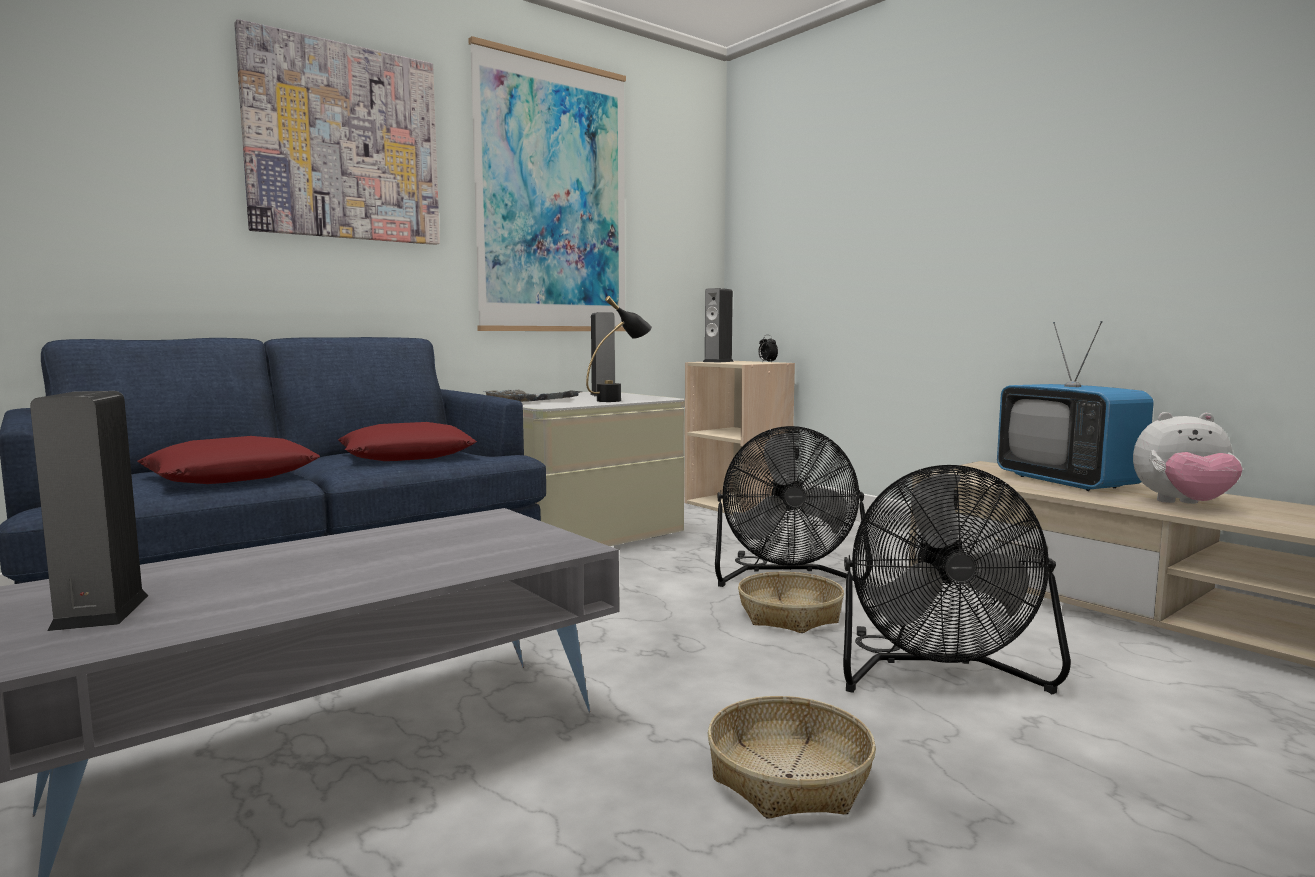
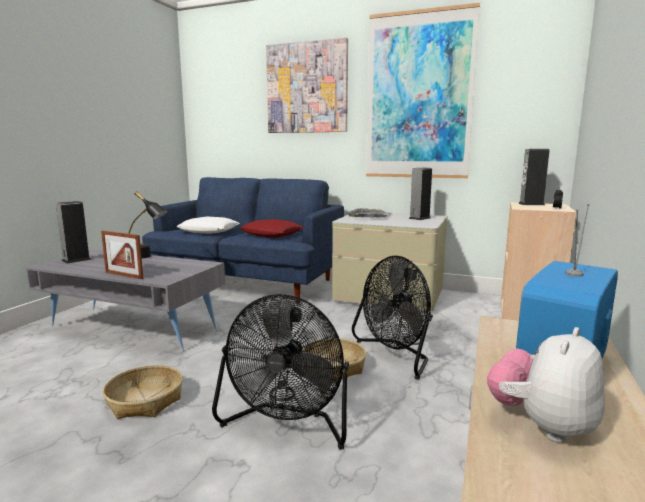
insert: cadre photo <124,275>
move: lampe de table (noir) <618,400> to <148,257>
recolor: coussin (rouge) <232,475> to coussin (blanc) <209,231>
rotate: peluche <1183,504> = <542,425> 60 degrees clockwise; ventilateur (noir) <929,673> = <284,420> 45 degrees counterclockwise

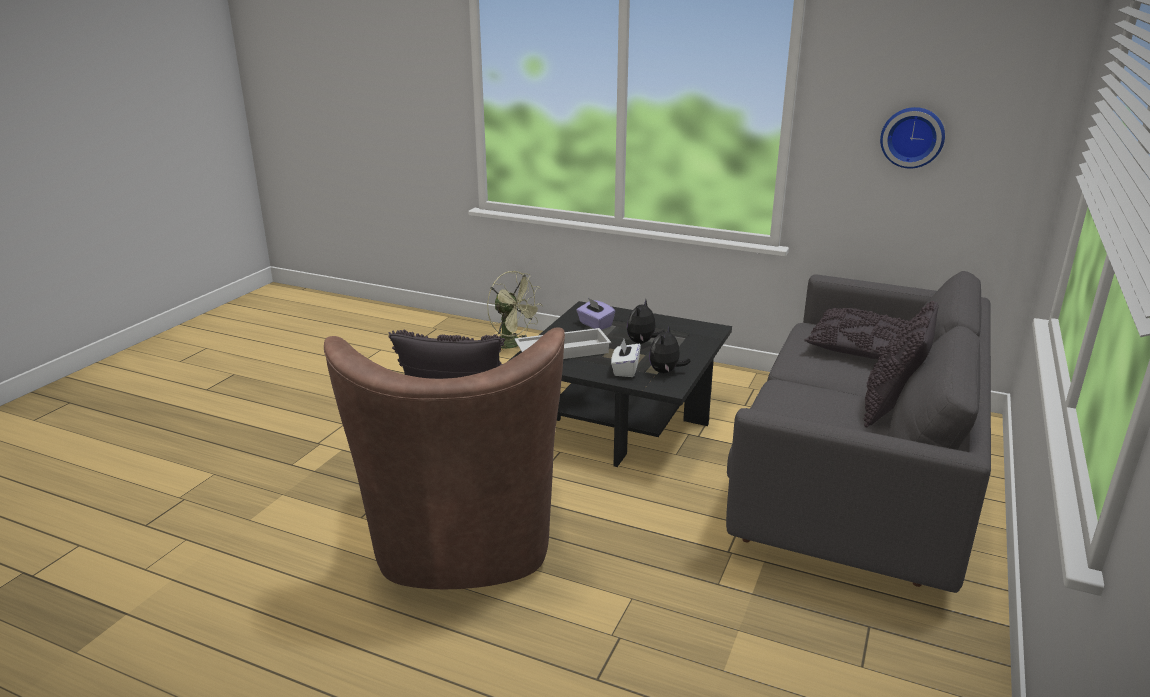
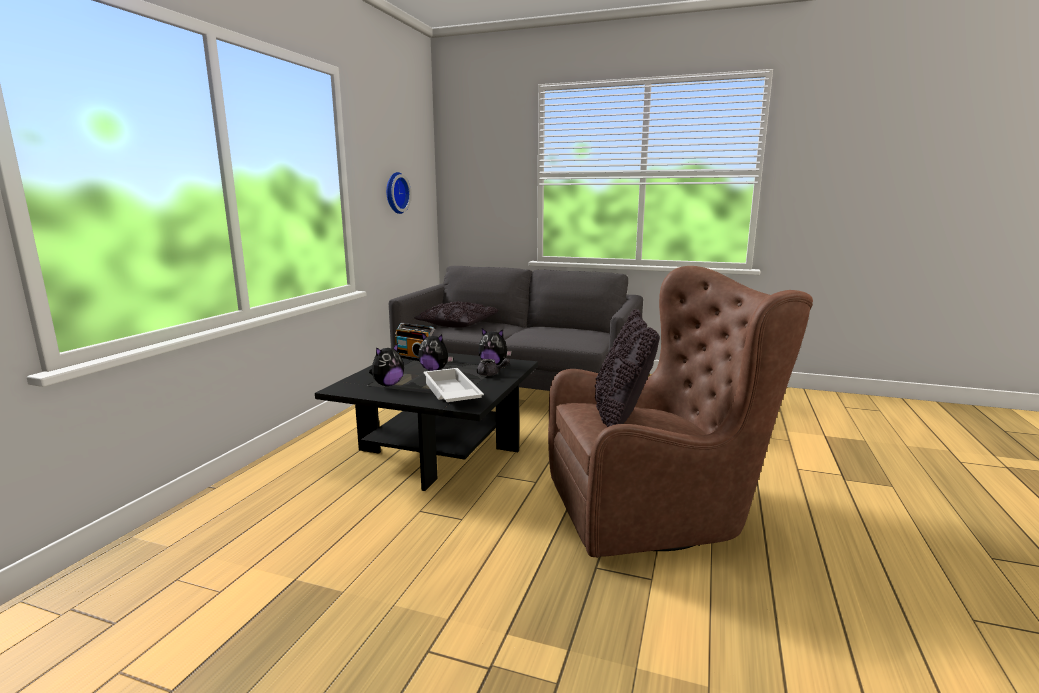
delete: ventilateur (vert) <513,344>; coussin (noir) <891,408>
insert: radio <414,357>
replace: boîte à mouchoirs (violet) <595,325> to peluche <388,384>; boîte à mouchoirs (blanc) <625,370> to théière (gris) <491,374>

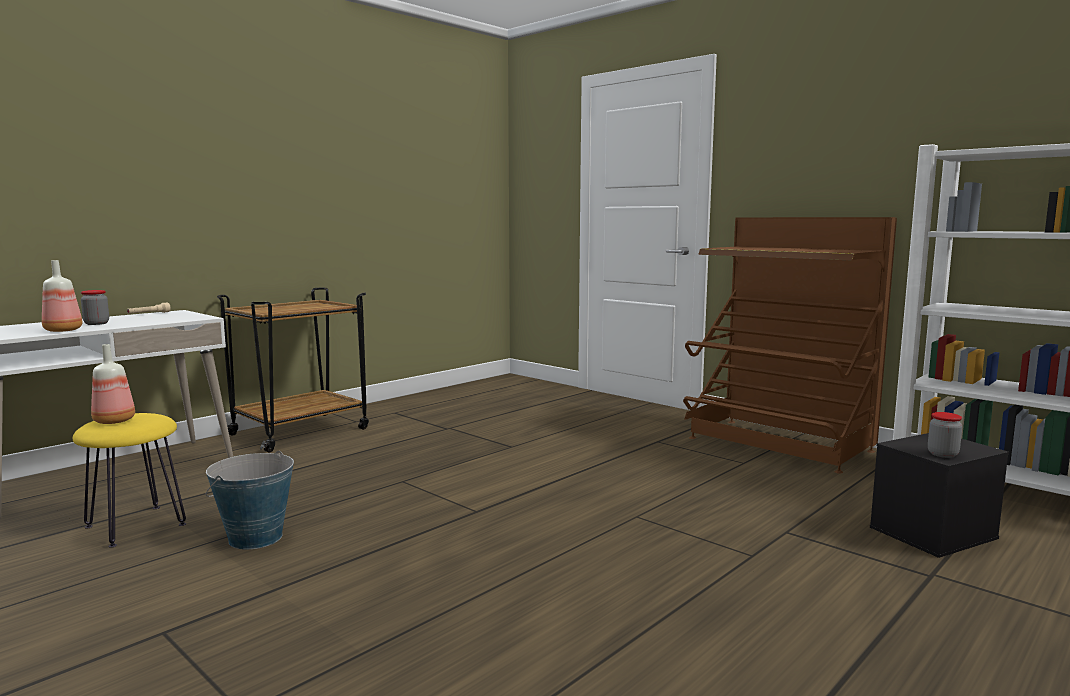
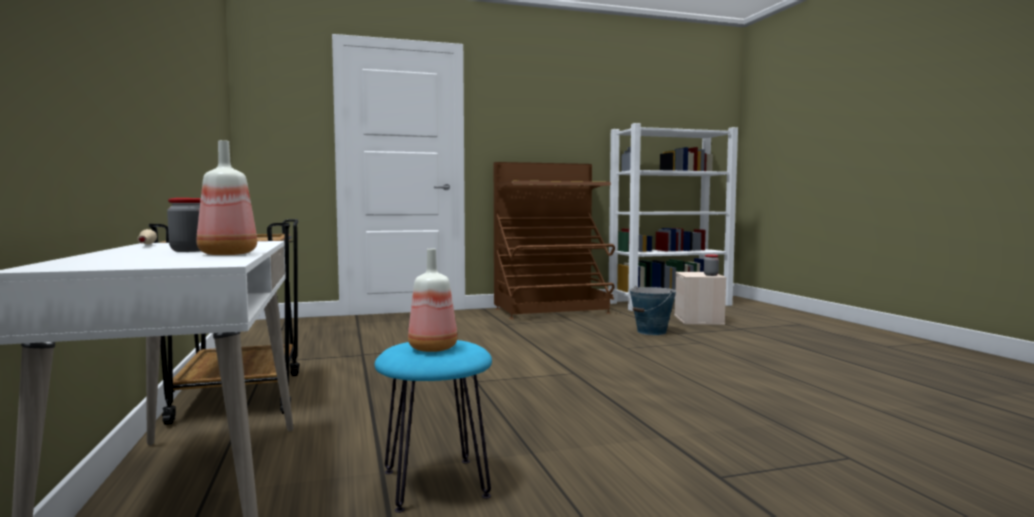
move: seau <255,538> to <652,332>
recolor: tabouret (jaune) <135,526> to tabouret (turquoise) <435,484>; boîte de rangement (noir) <933,533> to boîte de rangement (beige) <699,320>

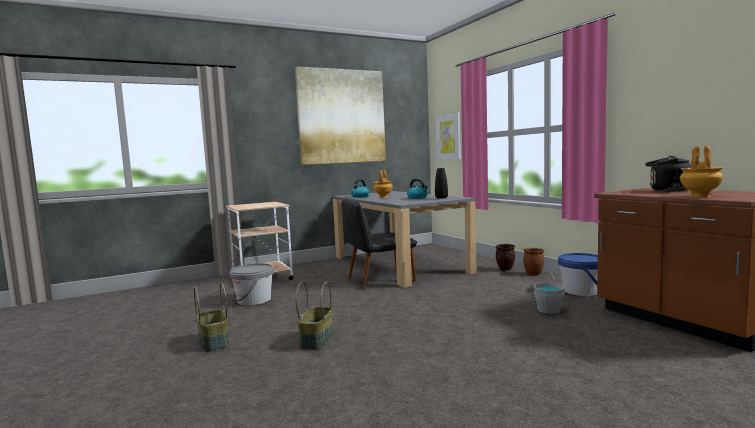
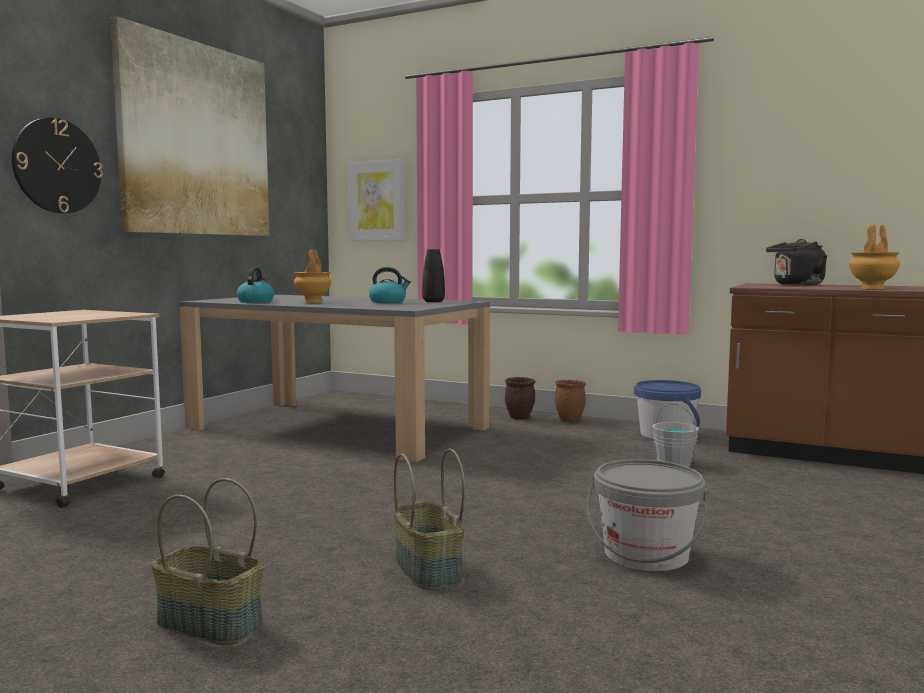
delete: chaise (noir) <381,279>
insert: horloge murale <57,166>
move: seau (gris) <254,300> to <646,555>

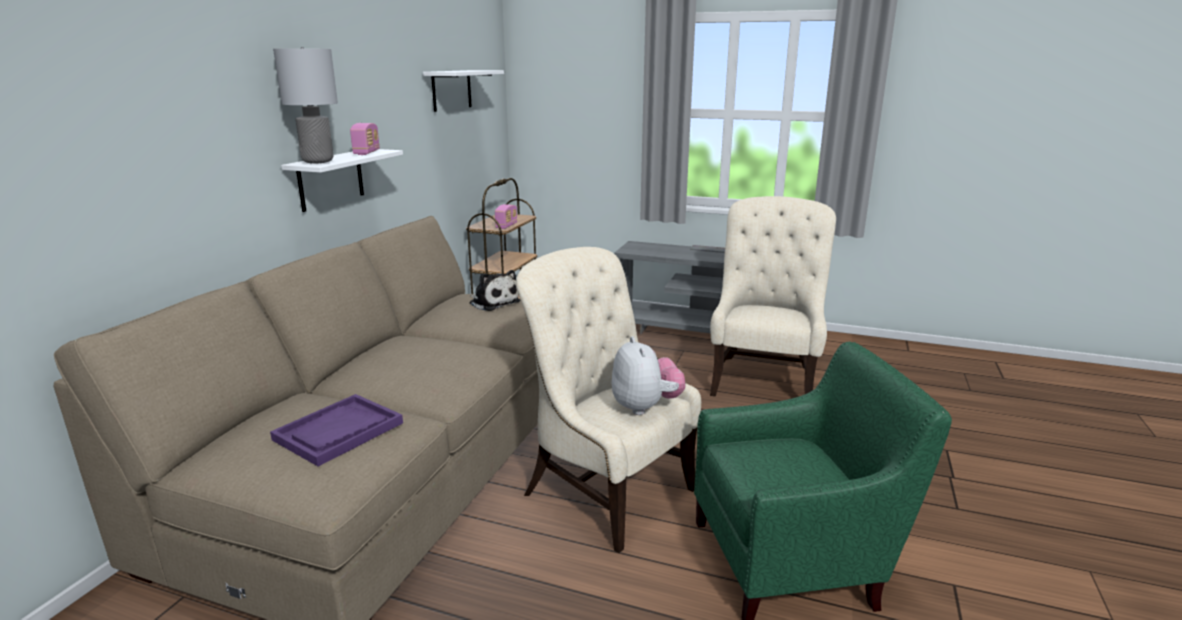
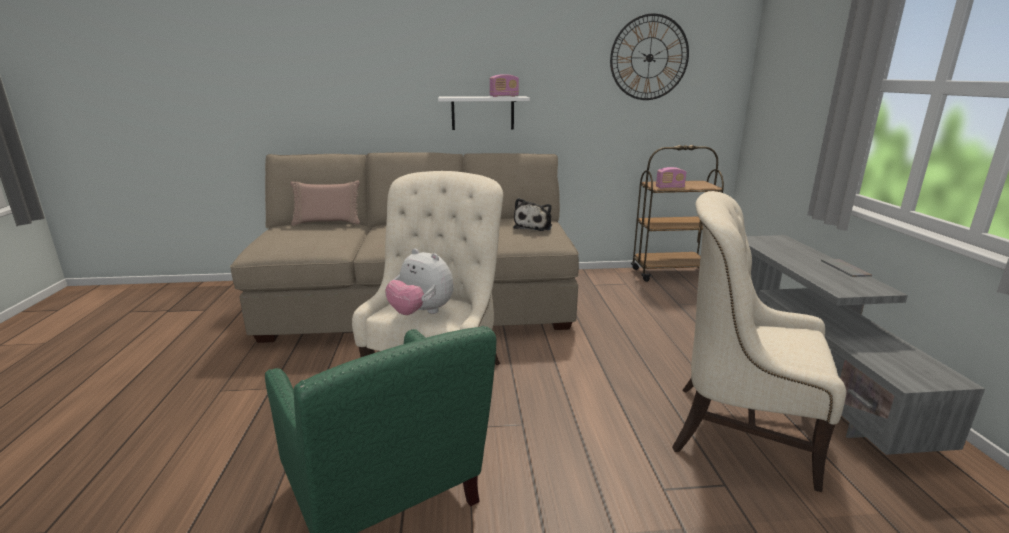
delete: lampe de table (gris) <318,162>; plateau (violet) <338,431>
insert: coussin (beige) <327,223>
replace: étagère (blanc) <451,90> to horloge murale <649,58>
rotate: fauteuil (beige) <763,380> = <739,431> 150 degrees counterclockwise; peluche <645,407> = <421,313> 75 degrees clockwise

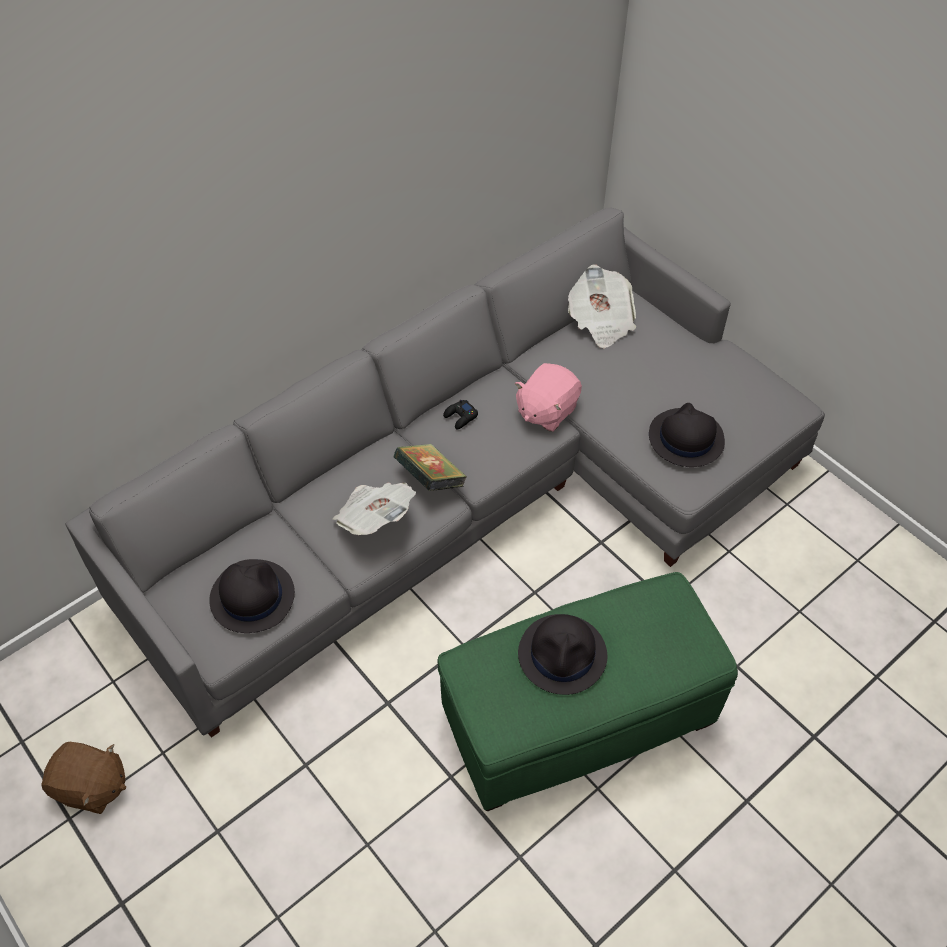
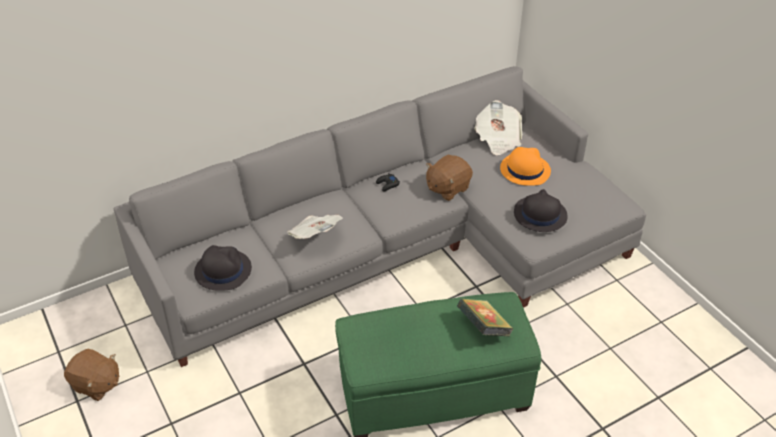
delete: chapeau (noir) <563,654>
insert: chapeau (orange) <524,170>
move: livre <430,480> to <483,328>
recolor: peluche (rose) <546,411> to peluche (marron) <447,188>

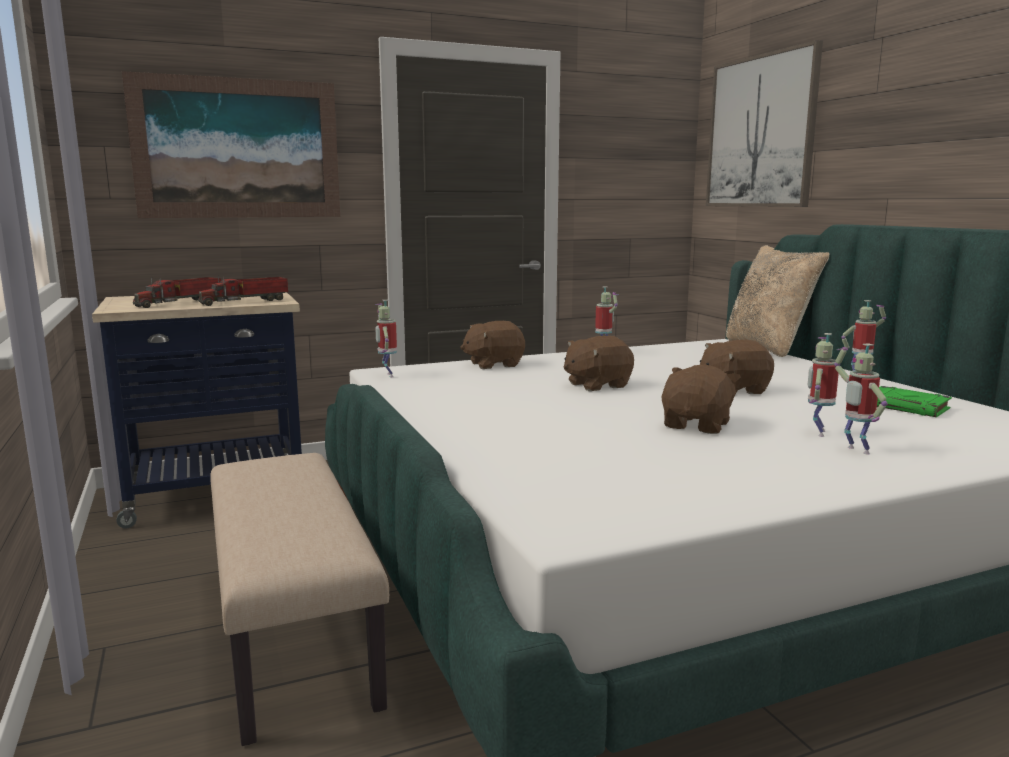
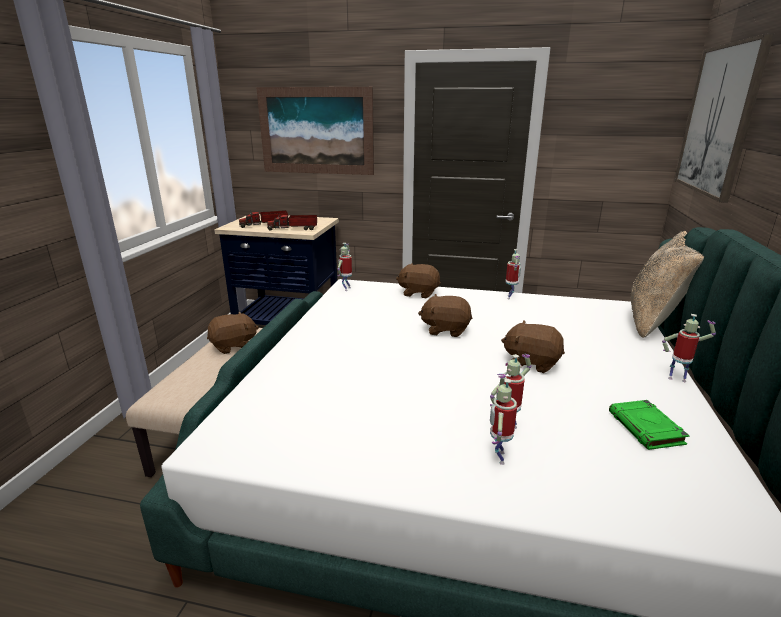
move: peluche (marron) <697,425> to <234,346>

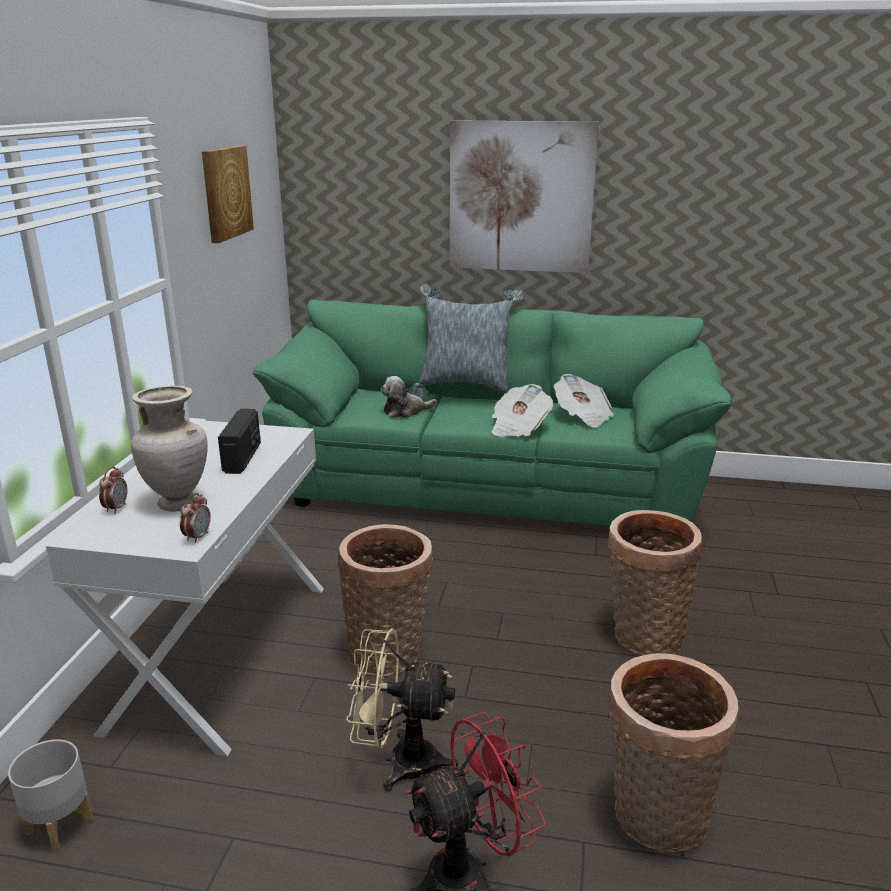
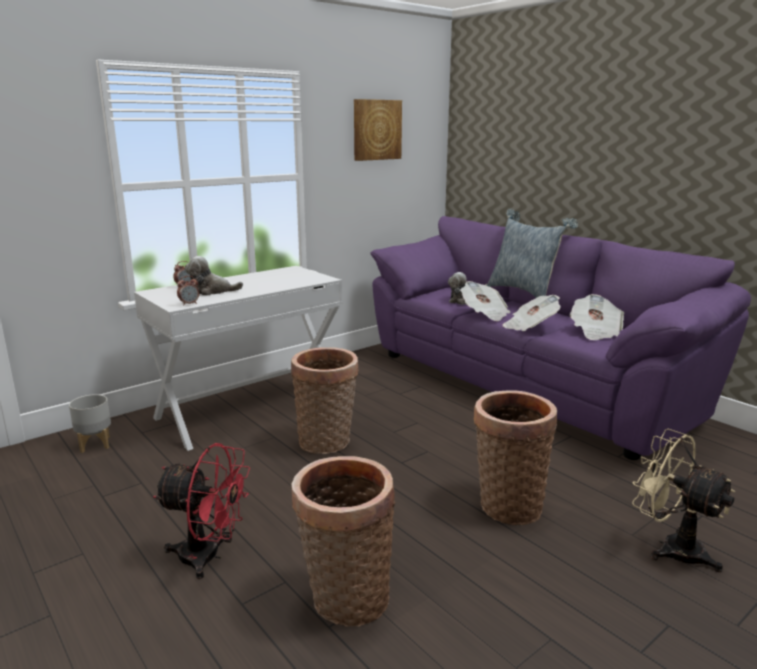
delete: tableau <521,197>; radio <243,458>
insert: journal <484,314>
move: ventilateur (beige) <400,762> to <671,547>
replace: vase (beige) <179,503> to peluche <211,291>
recolor: canapé (vert) <487,493> to canapé (violet) <524,386>

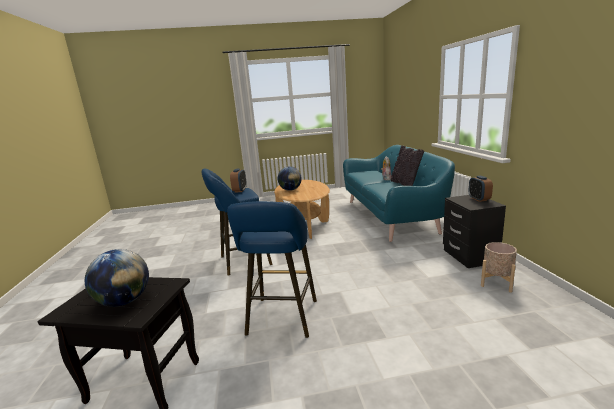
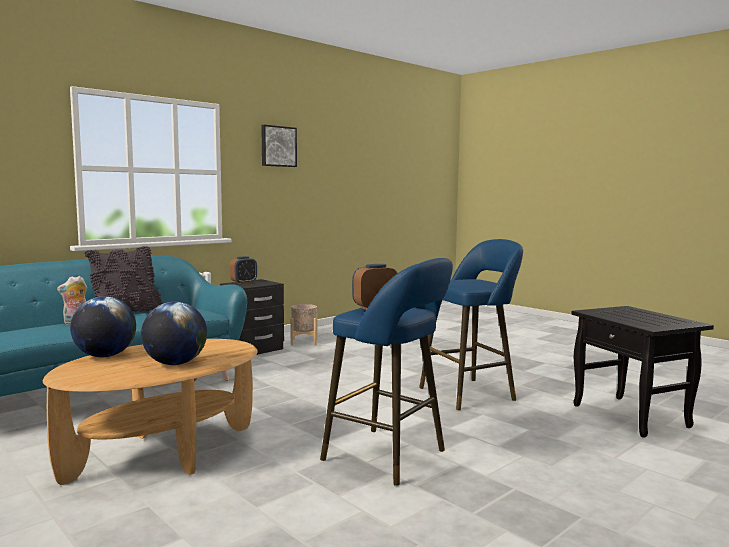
insert: tableau <278,146>
move: globe <124,301> to <105,356>

